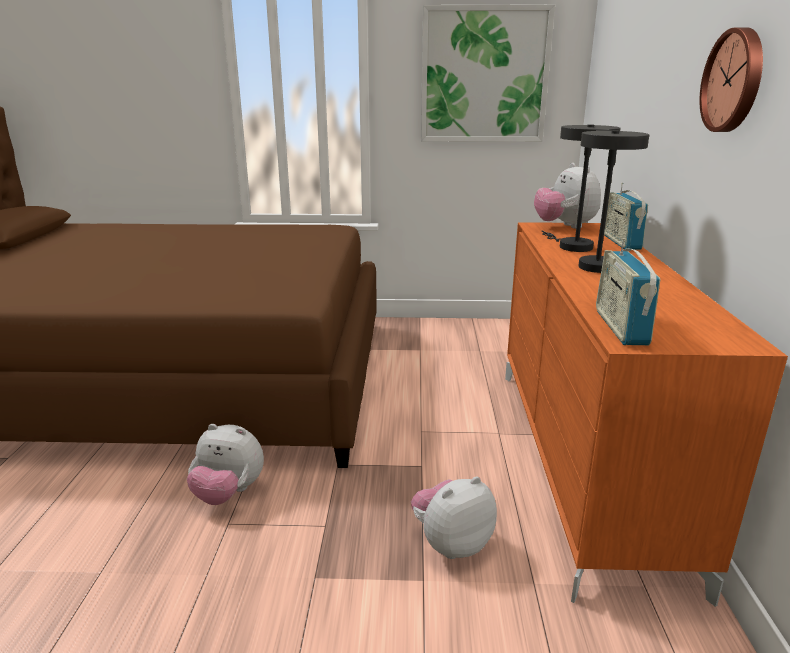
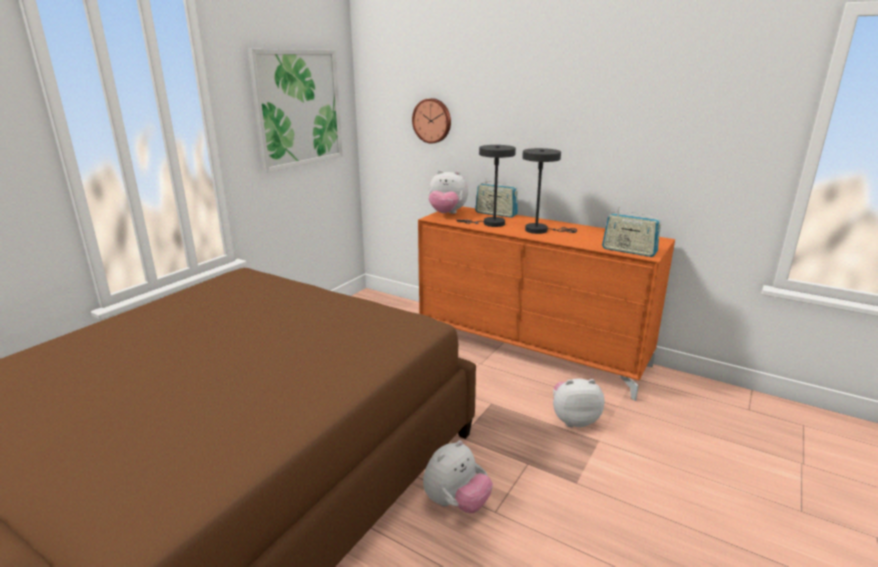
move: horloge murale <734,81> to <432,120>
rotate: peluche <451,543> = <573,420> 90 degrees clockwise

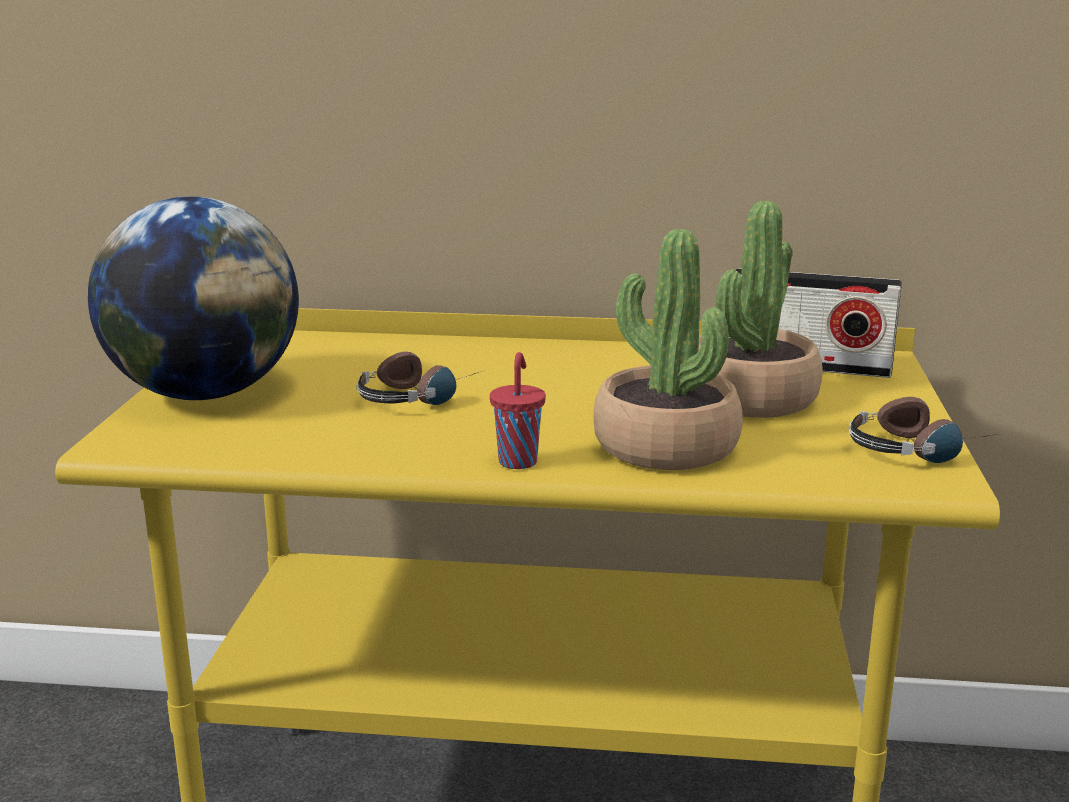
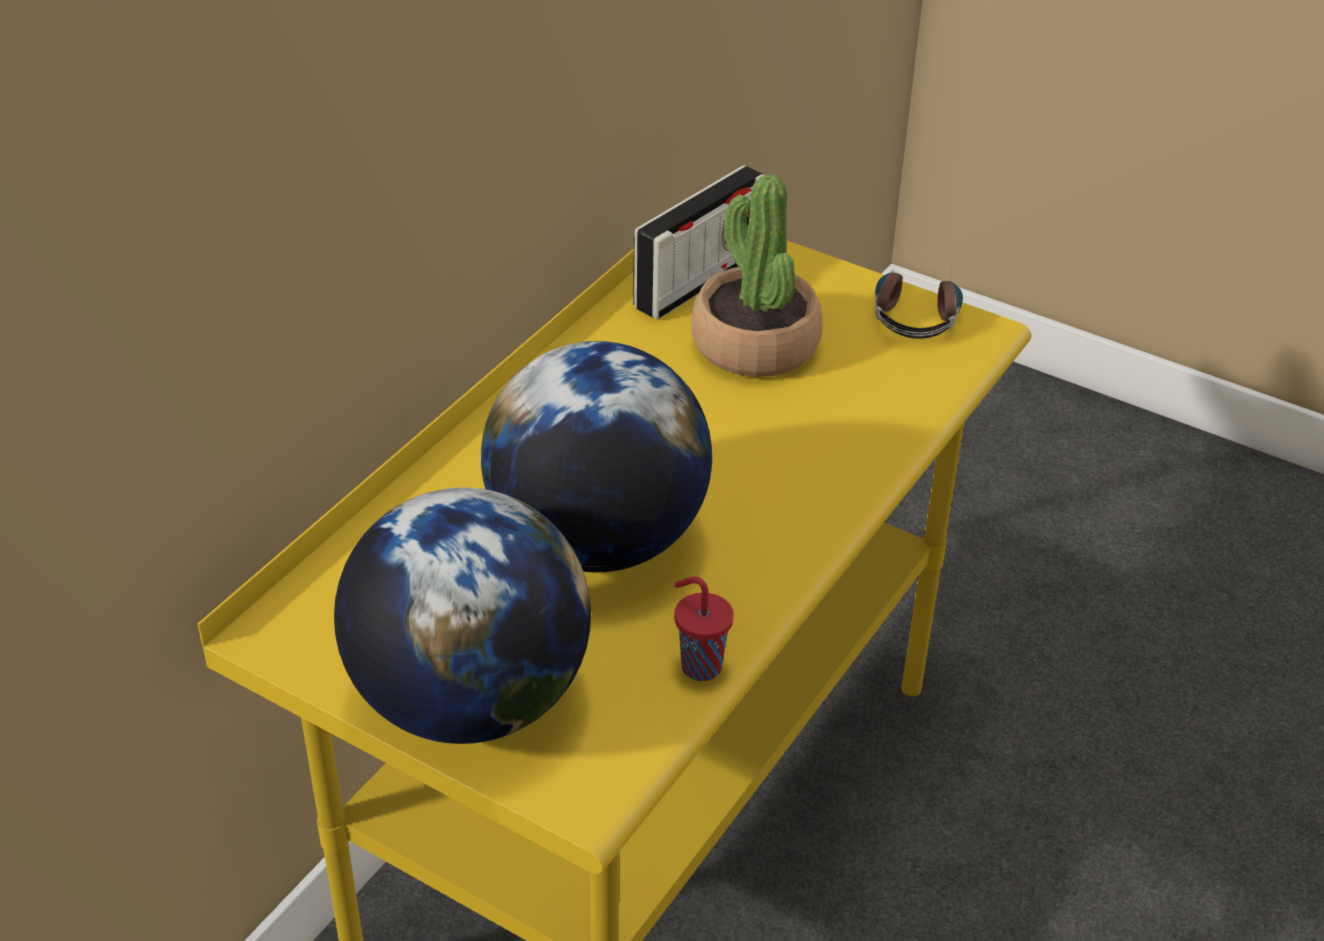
delete: plante en pot <665,446>
move: tasse (rouge) <518,461> to <699,666>
replace: casque audio <418,396> to globe <598,541>

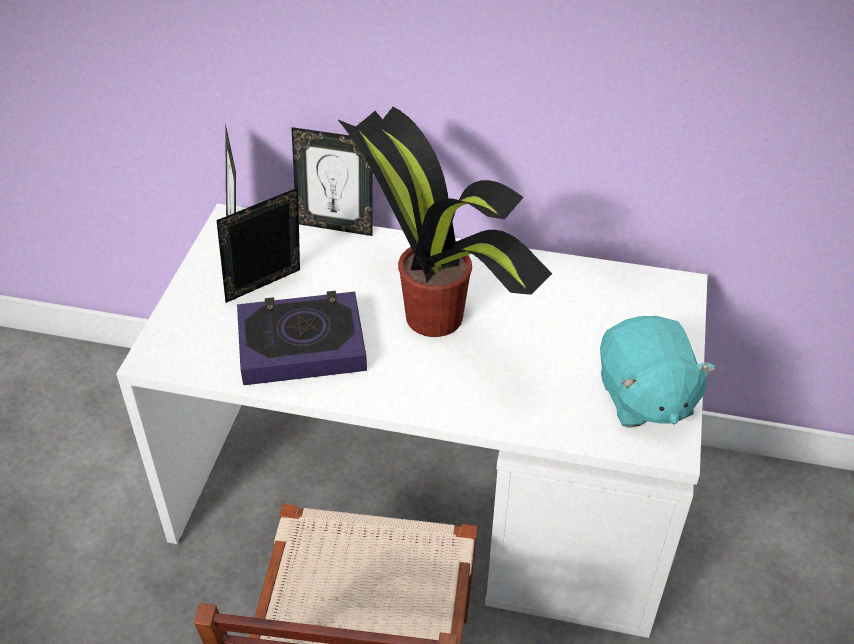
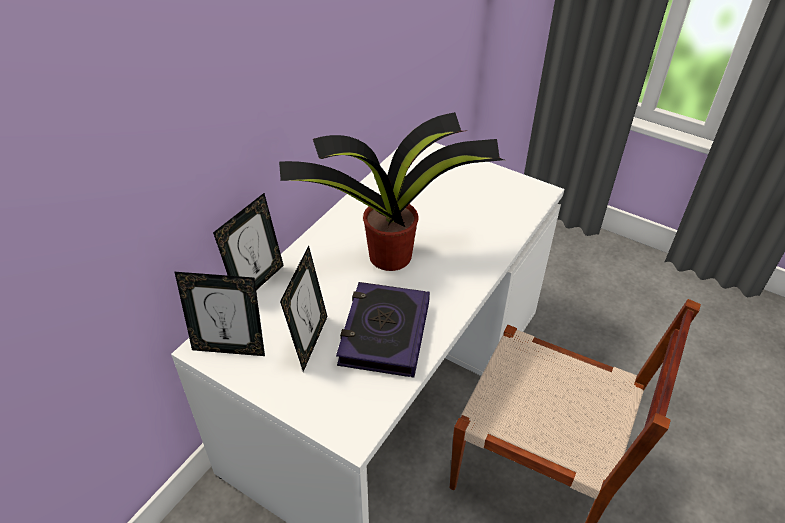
delete: peluche (turquoise) <644,398>
rotate: cadre photo <266,290> = <310,342> 150 degrees counterclockwise

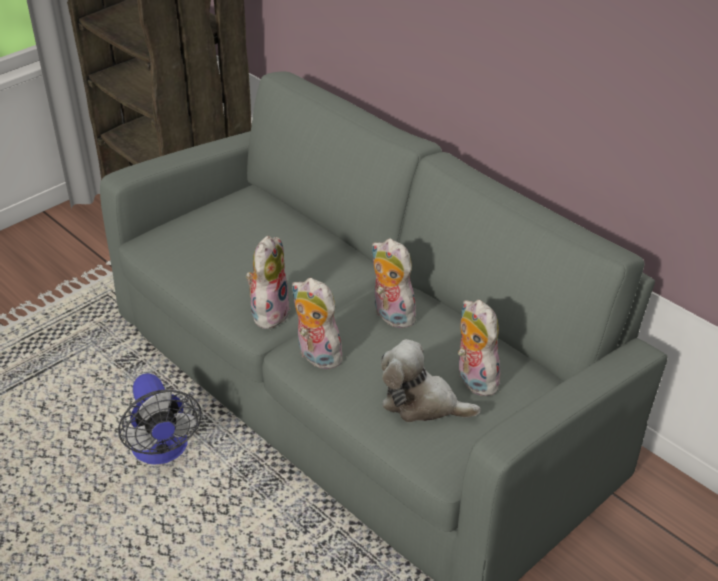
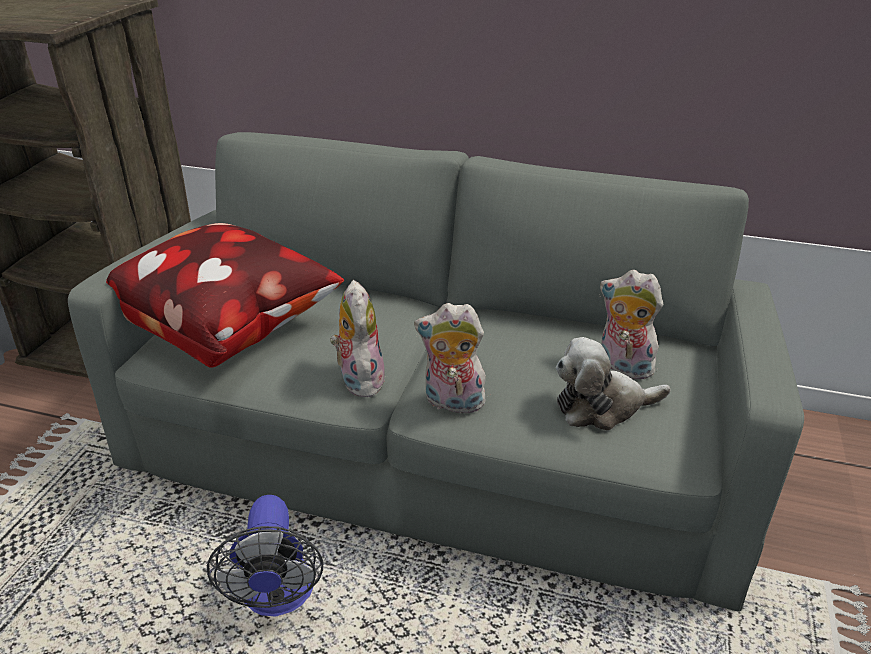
delete: peluche <390,315>
insert: coussin <230,328>
rotate: ventilateur <162,452> = <278,598> 45 degrees clockwise

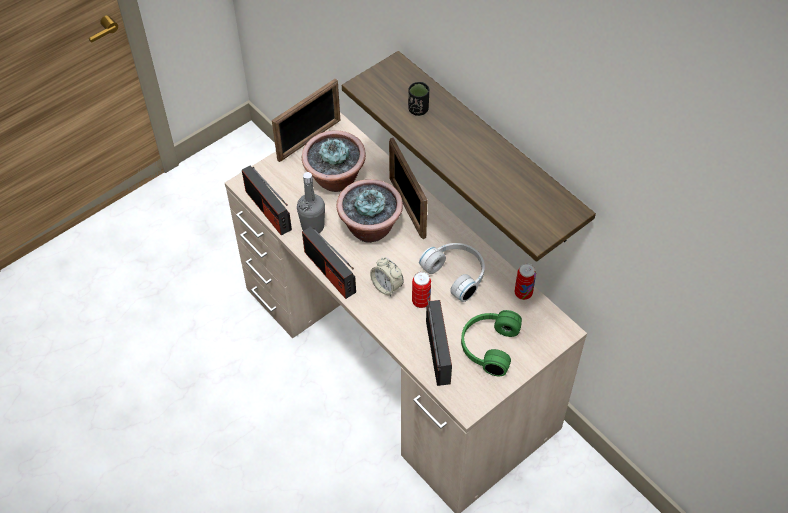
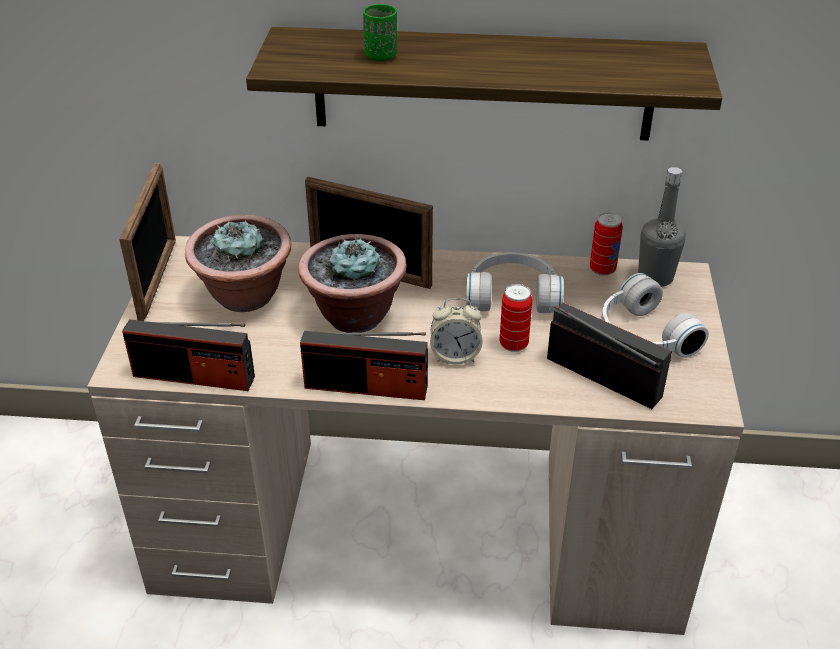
move: bouteille (gris) <313,226> to <655,277>
recolor: tasse (noir) <418,109> to tasse (vert) <381,56>; casque audio (vert) <487,346> to casque audio (blanc) <642,336>

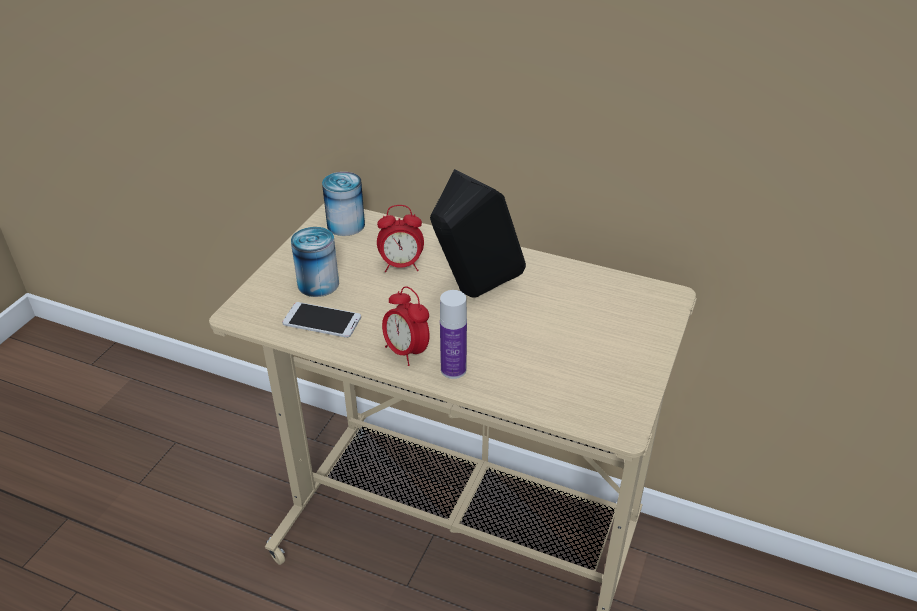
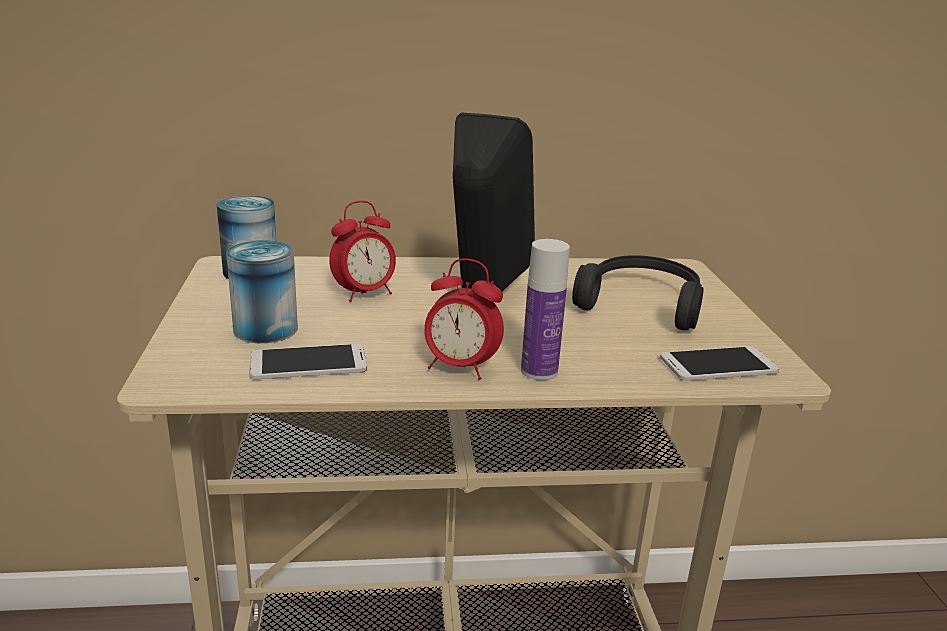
insert: casque audio (noir) <642,303>; téléphone <718,365>

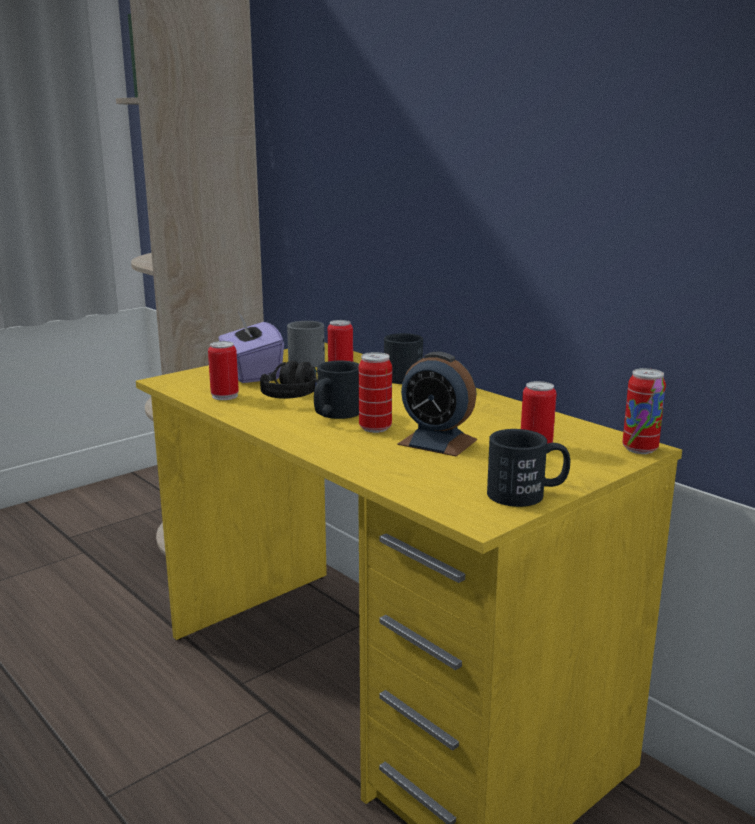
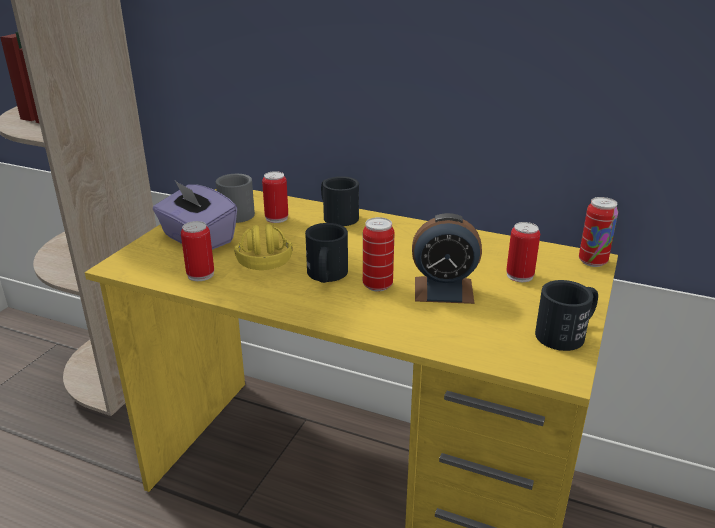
recolor: casque audio (noir) <295,393> to casque audio (jaune) <264,256>

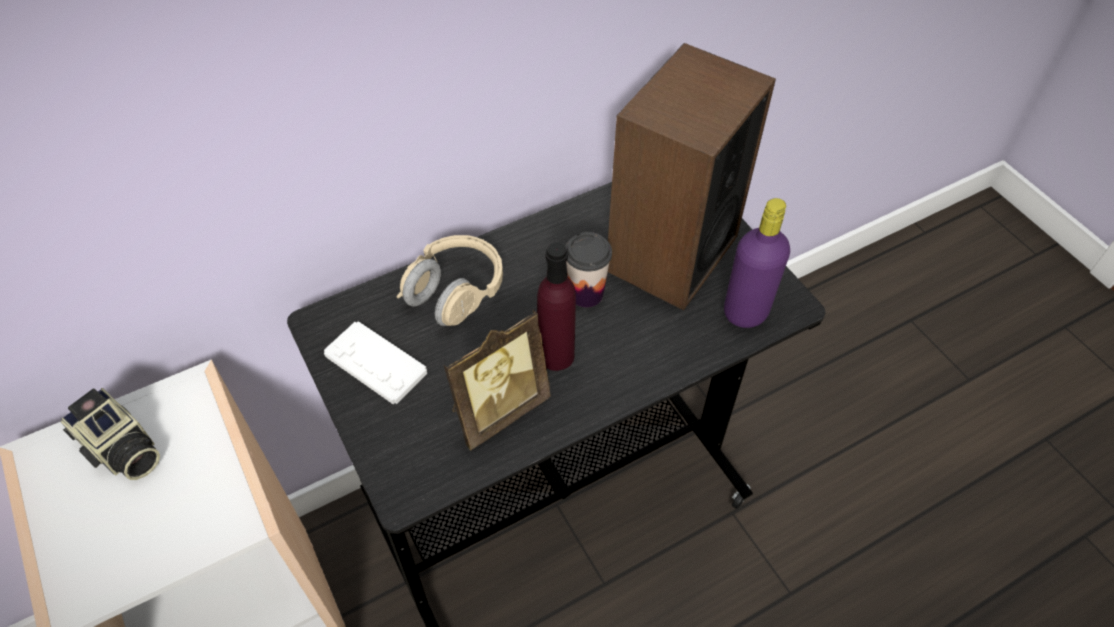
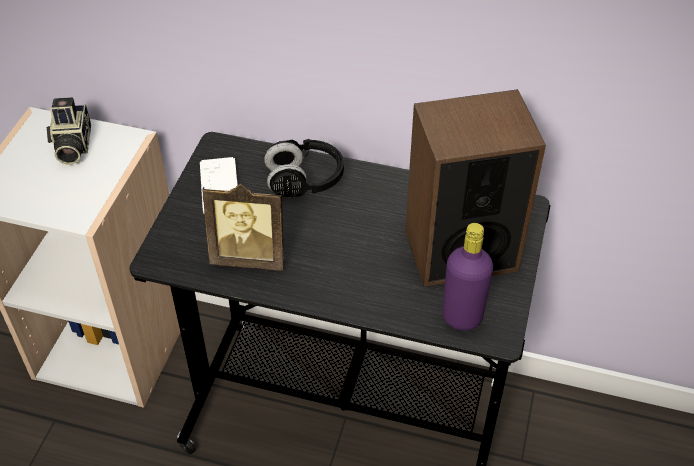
delete: tasse <586,294>; bouteille (violet) <556,355>
recolor: casque audio (beige) <455,293> to casque audio (noir) <304,180>

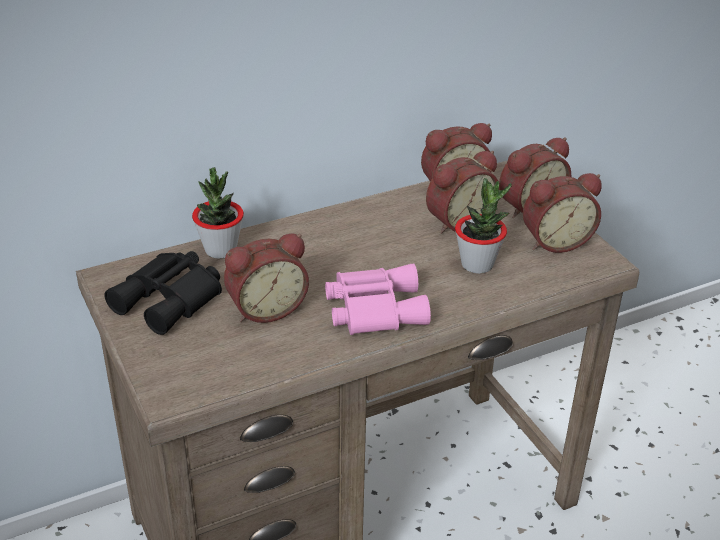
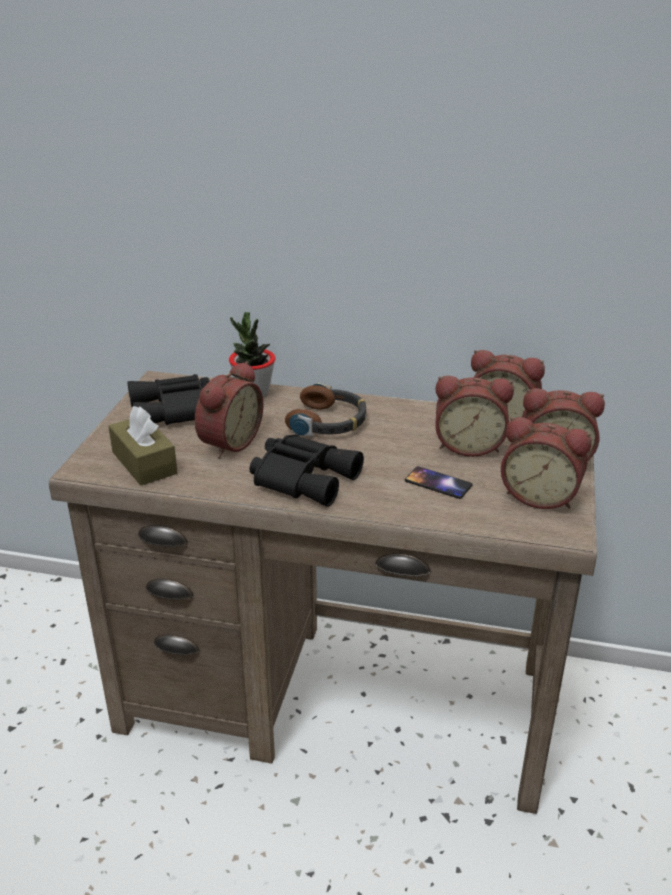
insert: casque audio <329,422>; boîte à mouchoirs (marron) <144,463>
replace: plante en pot <477,264> to téléphone <438,483>
recolor: jumelles (rose) <373,308> to jumelles (noir) <304,477>
rotate: réveil <266,308> = <228,442> 75 degrees counterclockwise

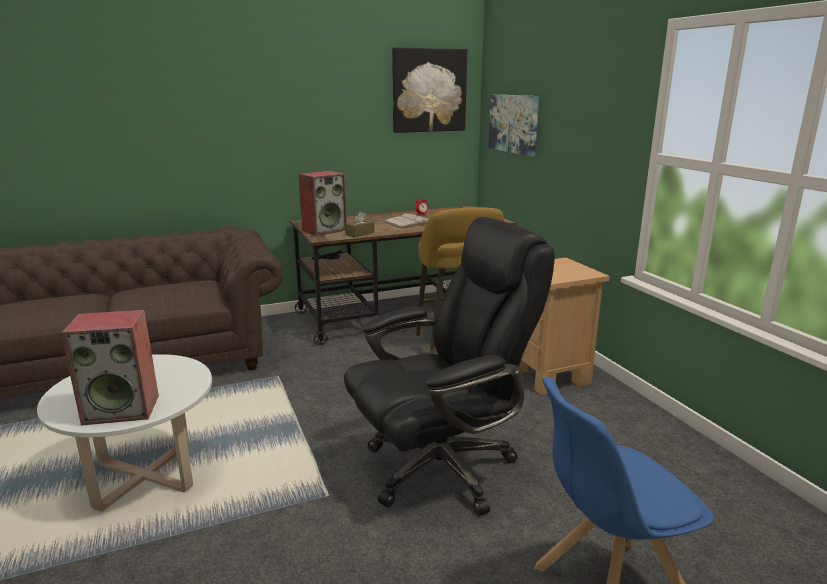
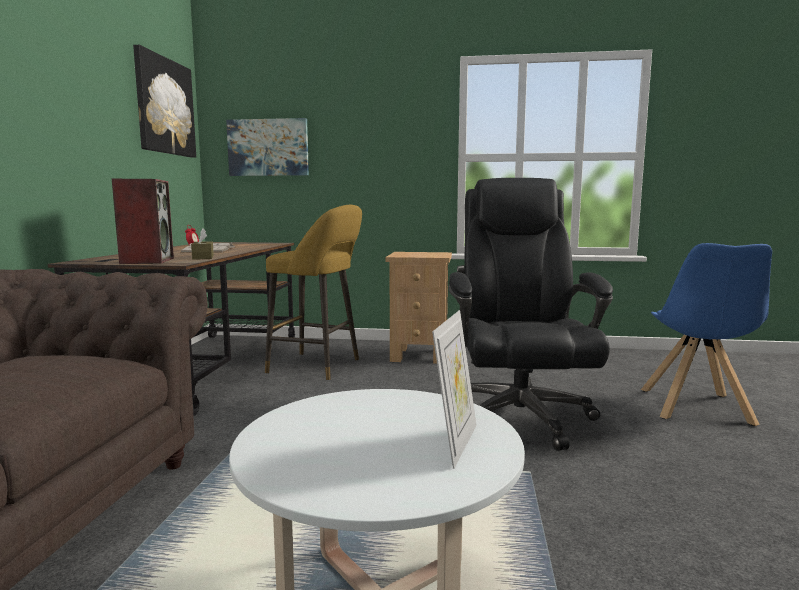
replace: enceinte <123,409> to cadre photo <455,443>

